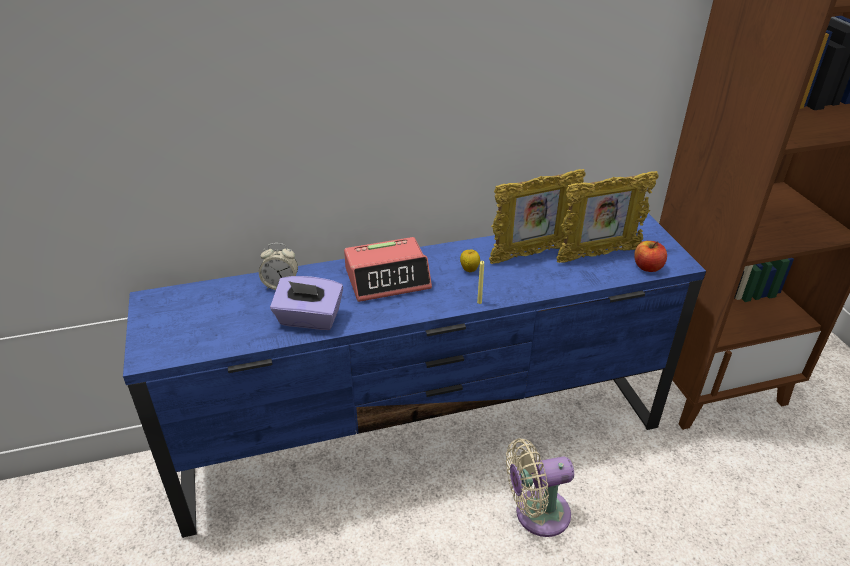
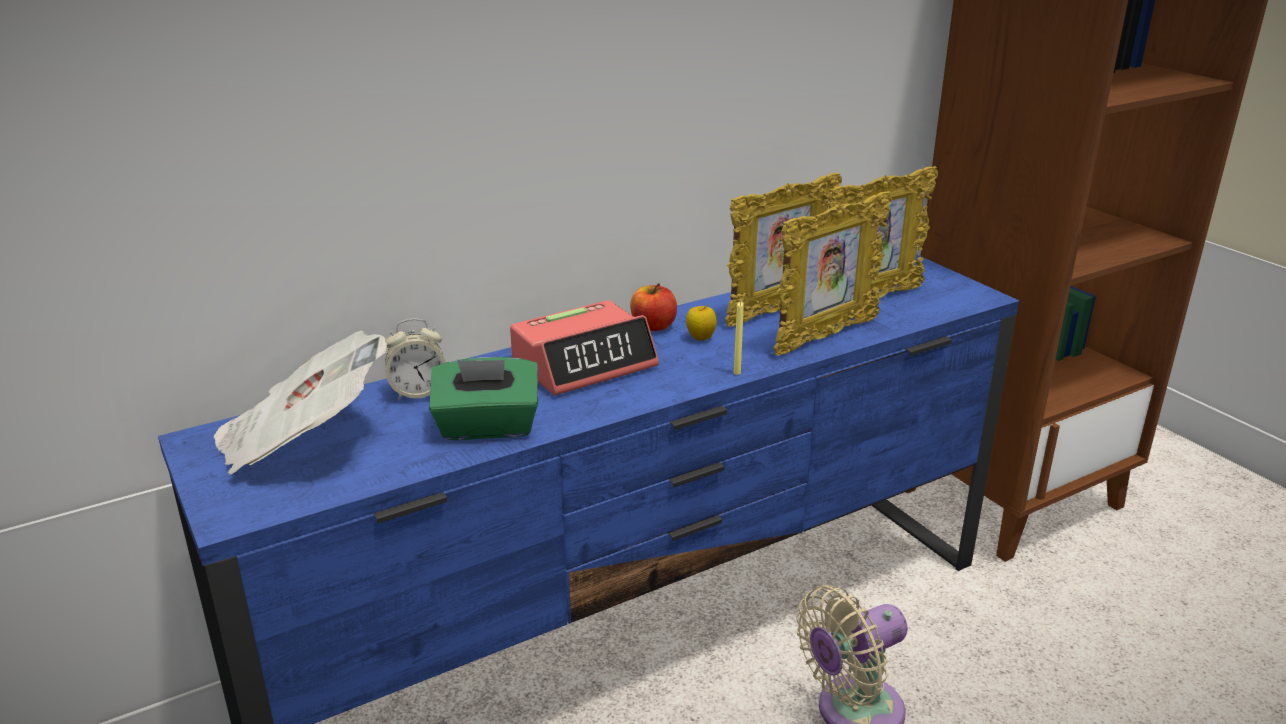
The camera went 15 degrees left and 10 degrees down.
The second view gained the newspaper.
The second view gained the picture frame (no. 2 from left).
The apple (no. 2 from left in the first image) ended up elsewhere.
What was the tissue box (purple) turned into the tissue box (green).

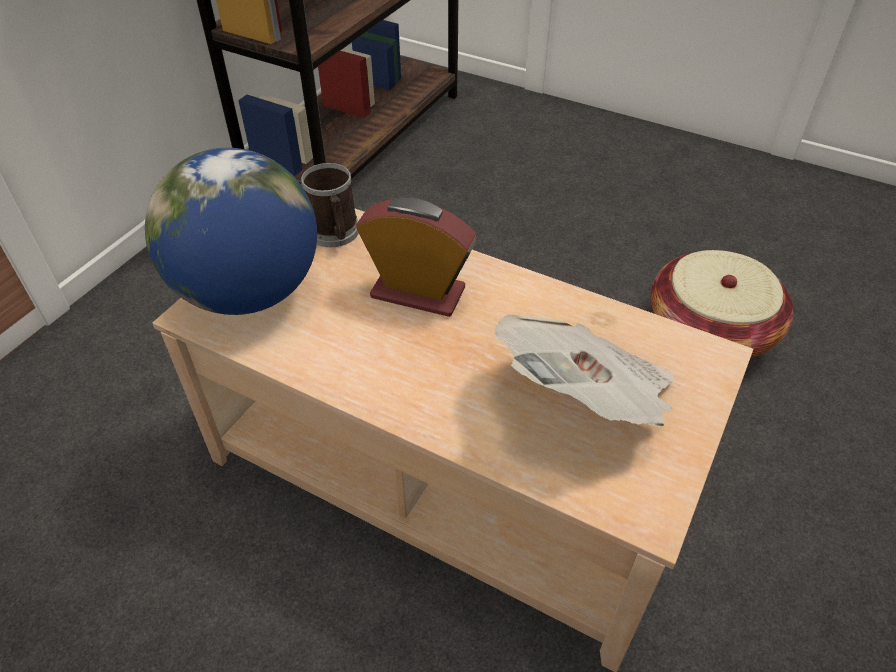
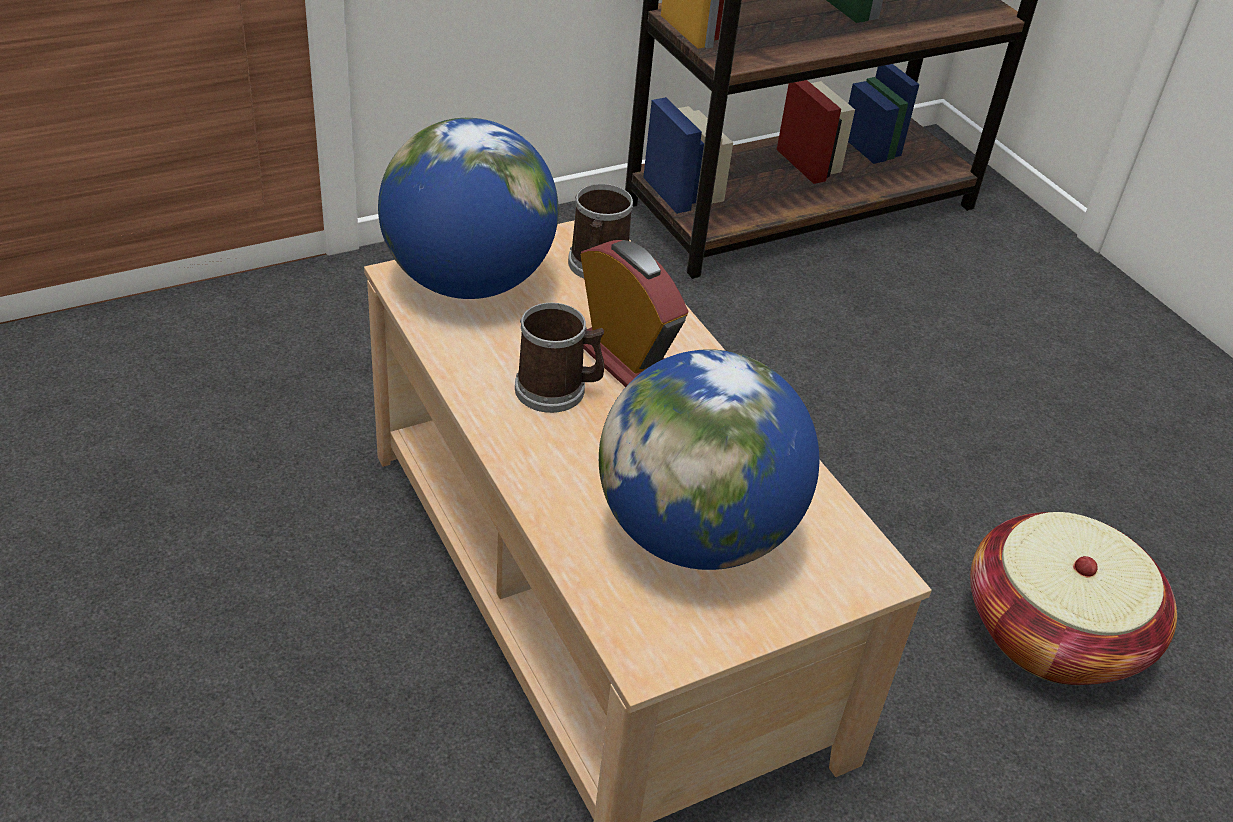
The camera went 30 degrees right and 5 degrees down.
The second view gained the mug (no. 1 from left).
Where the newspaper stood, the globe (no. 2 from left) came to stand.

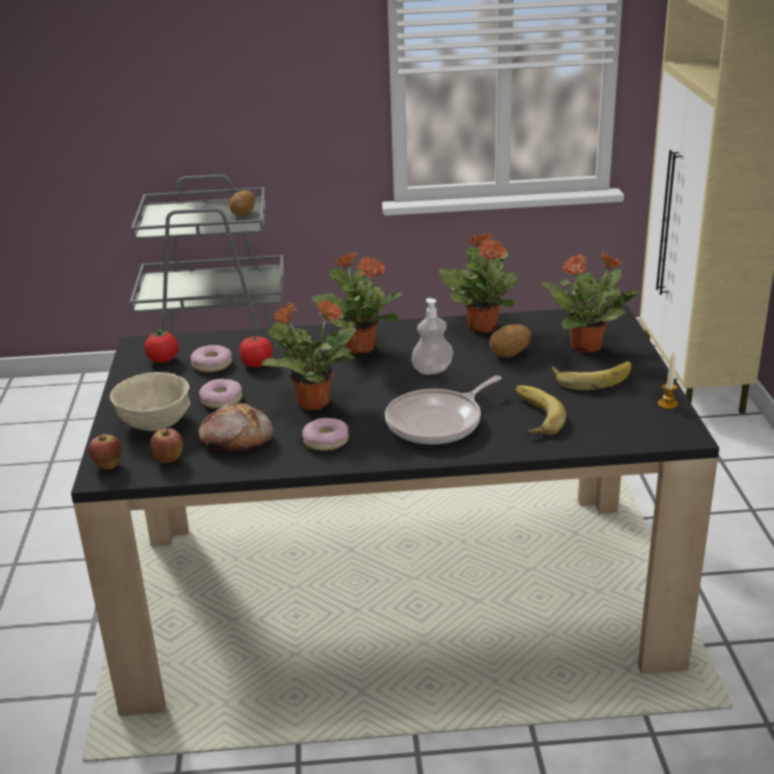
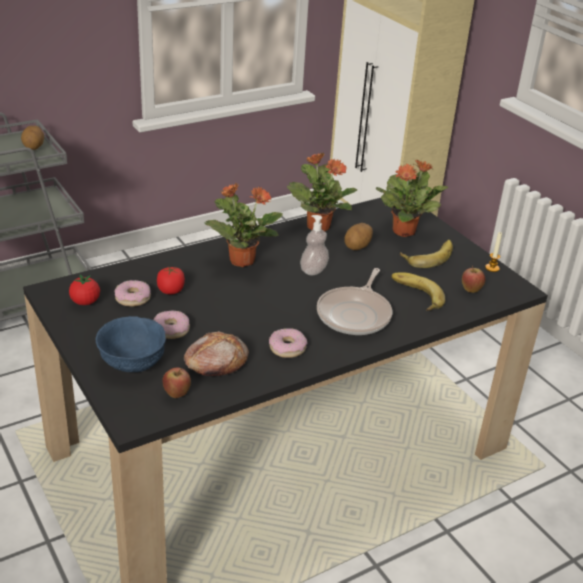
The camera went 30 degrees left and 5 degrees up.
The second view lost the potted plant (no. 1 from left).
The apple (no. 1 from left in the first image) ended up elsewhere.
What was the bowl (beige) turned into the bowl (blue).

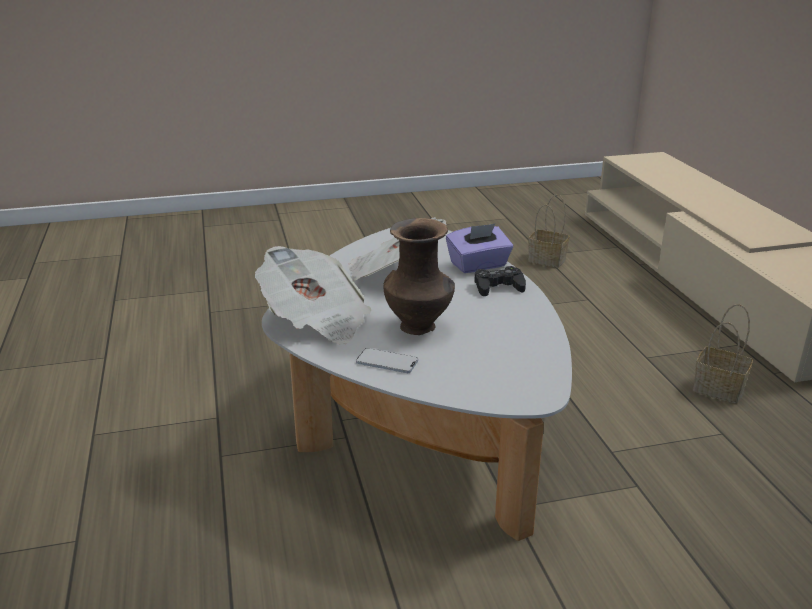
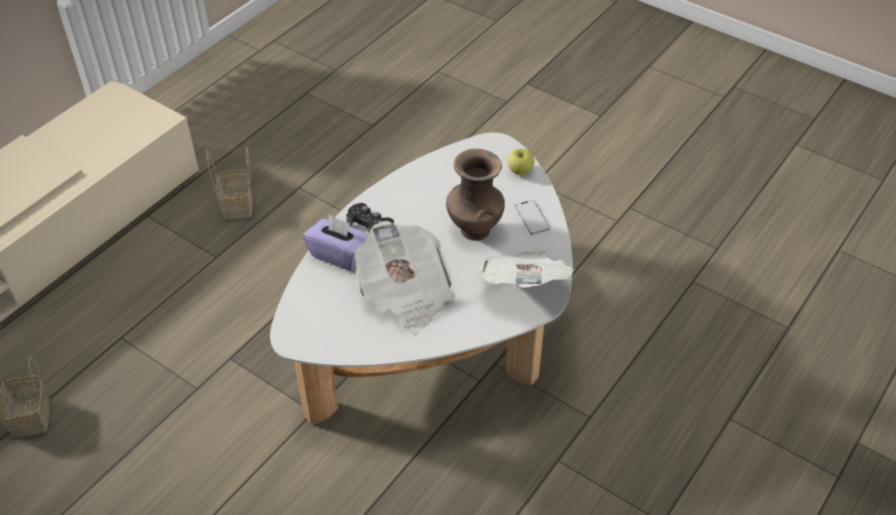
The camera went 130 degrees left and 20 degrees up.
The second view gained the apple.

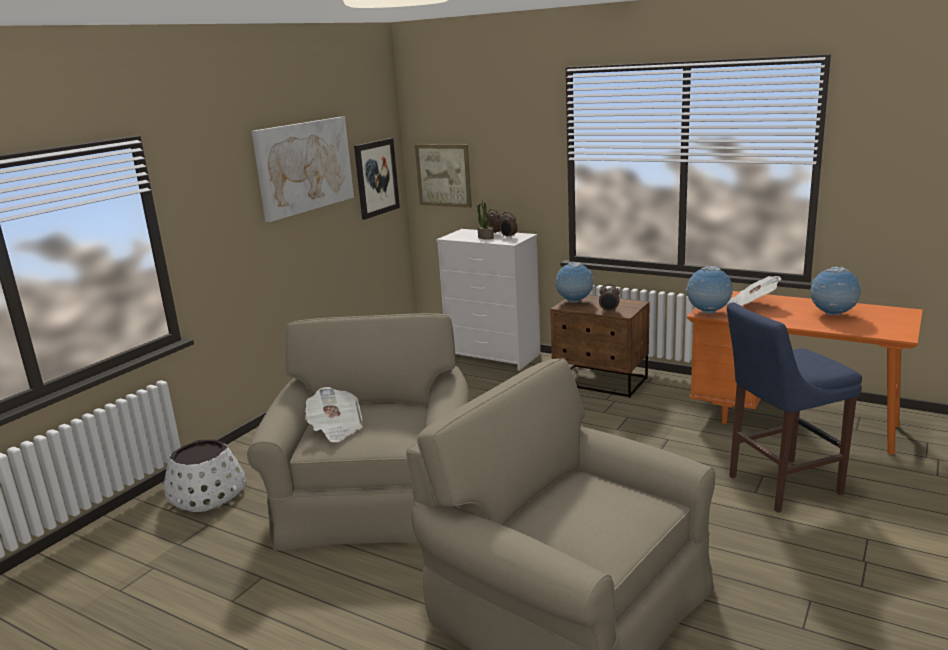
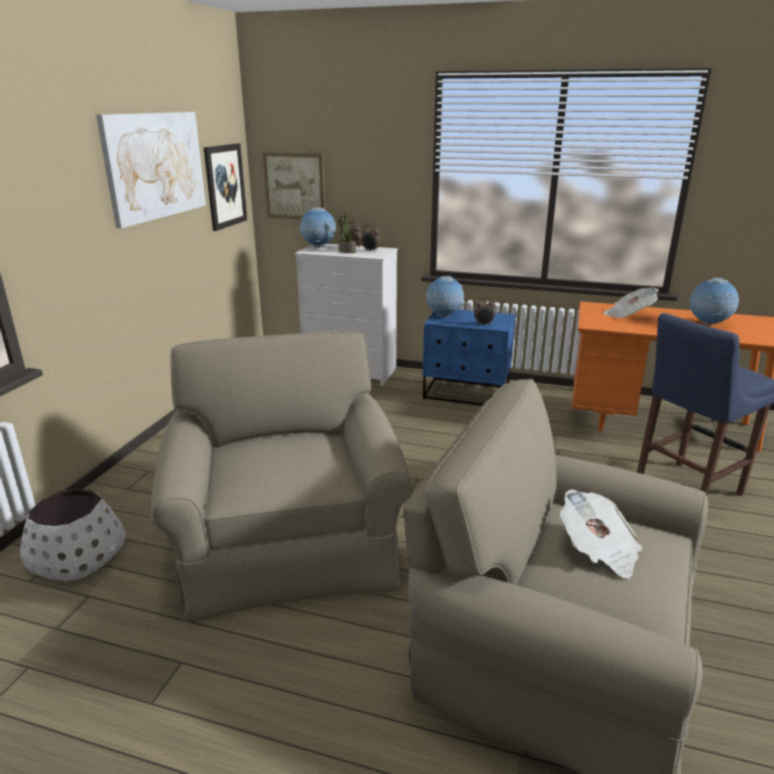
The camera went 15 degrees left and 5 degrees up.
The newspaper (no. 1 from left) ended up elsewhere.
The globe (no. 2 from left in the first image) ended up elsewhere.
What was the nightstand (brown) turned into the nightstand (blue).

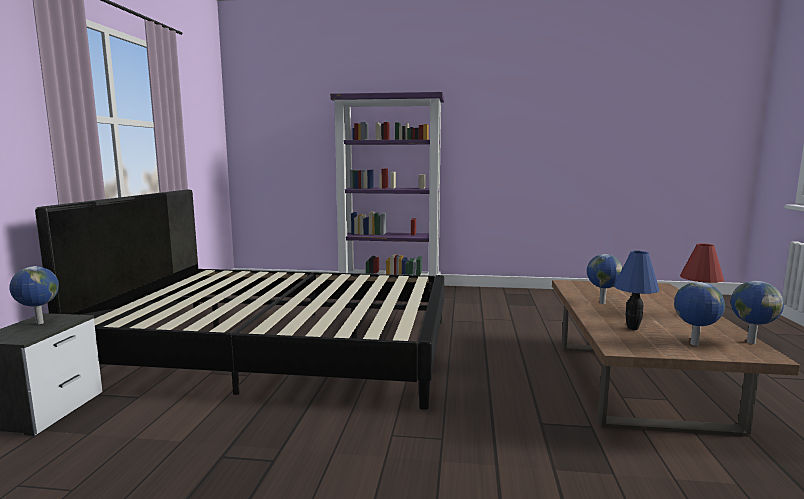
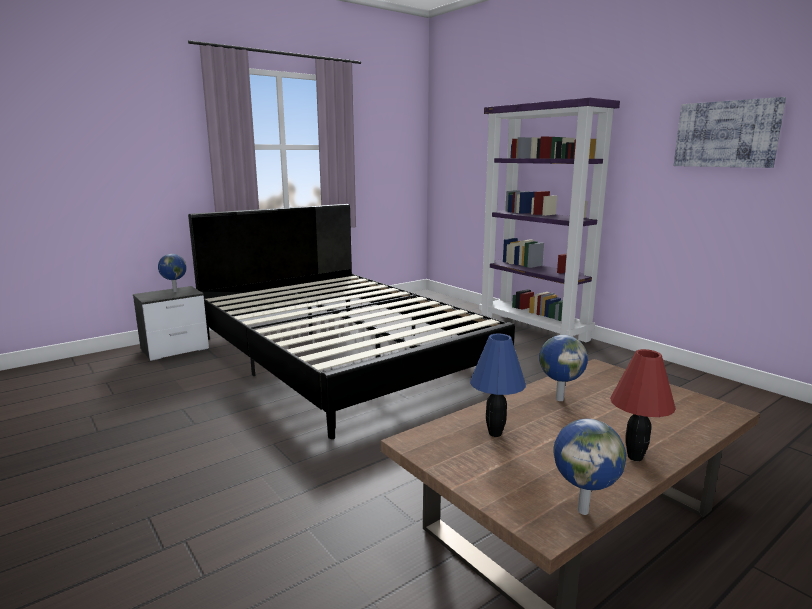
The camera went 45 degrees right and 5 degrees up.
The second view lost the globe (no. 3 from left).
The second view gained the picture.

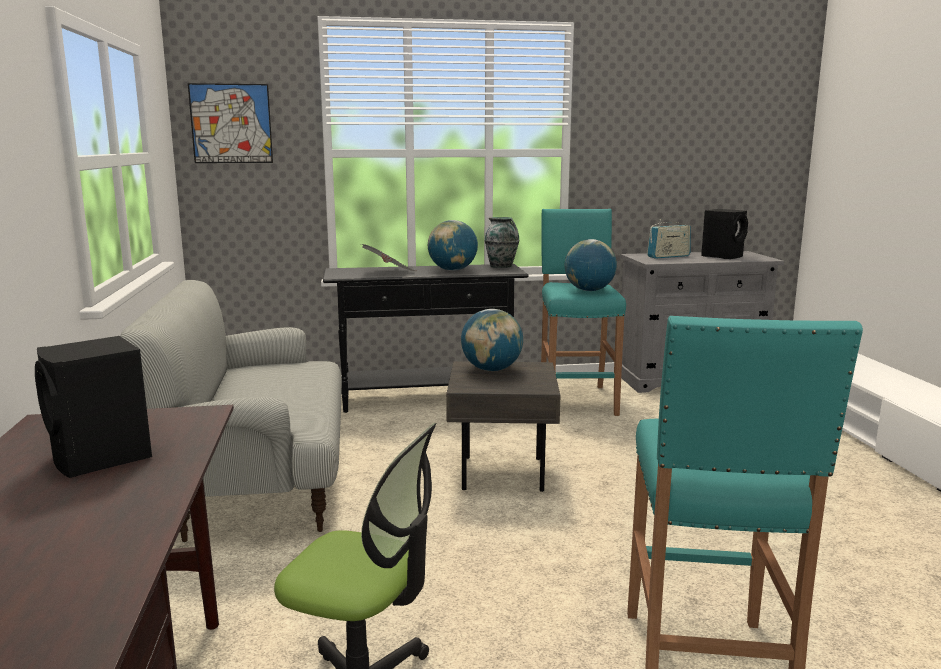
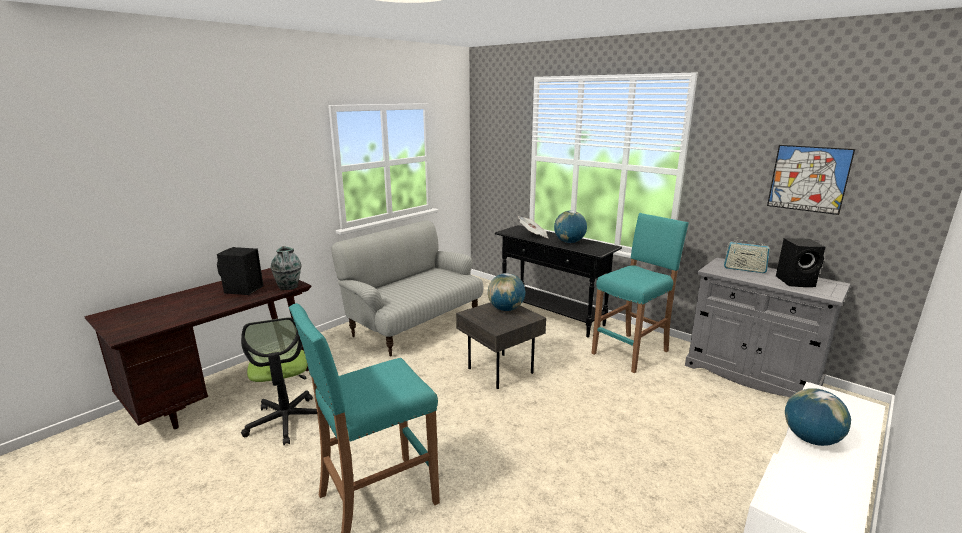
The camera went 50 degrees right and 5 degrees up.
The picture ended up elsewhere.
The vase ended up elsewhere.
The globe (no. 3 from left) ended up elsewhere.

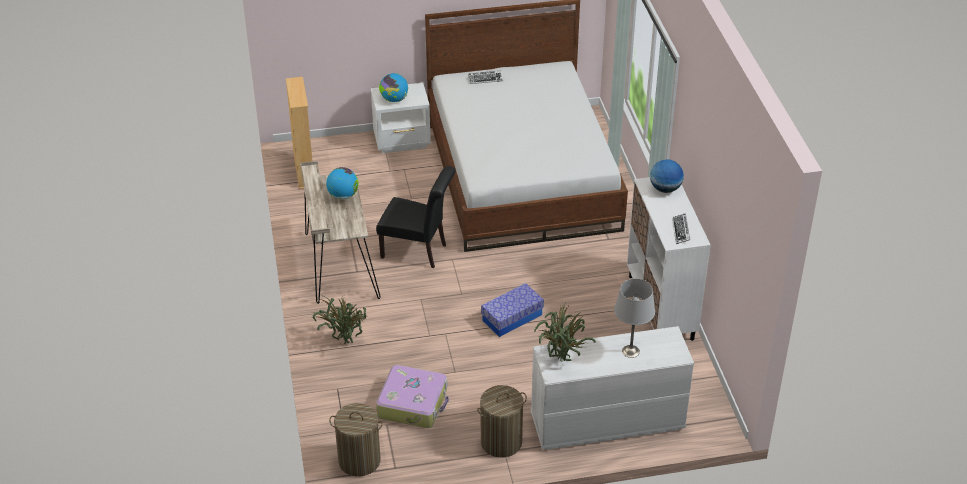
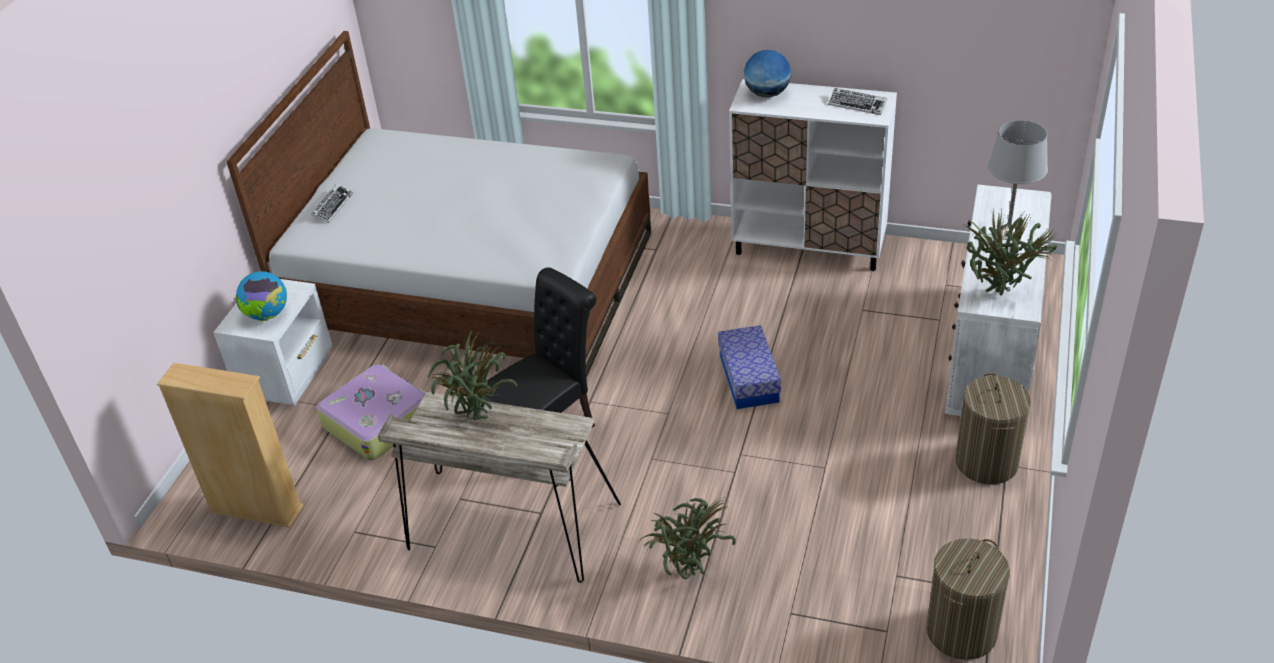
The camera went 60 degrees left and 0 degrees up.
The suitcase ended up elsewhere.
Where the globe (no. 1 from left) stood, the potted plant (no. 1 from left) came to stand.

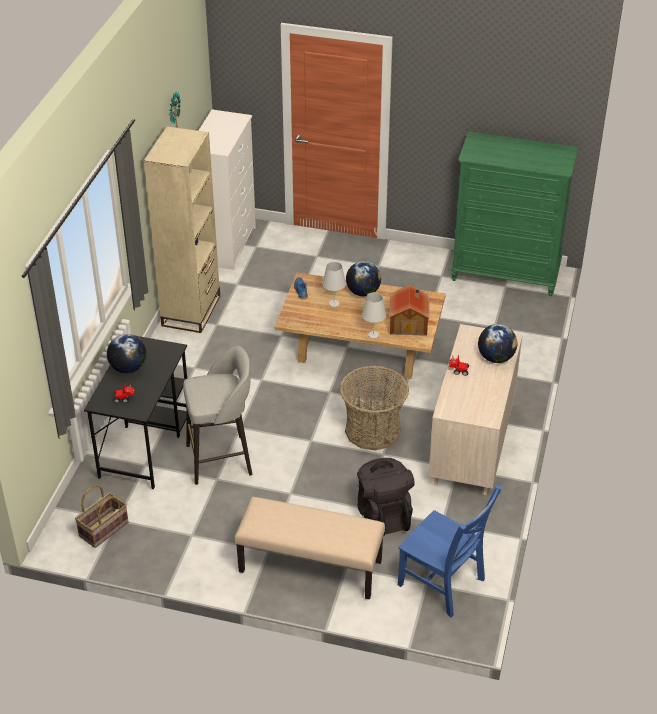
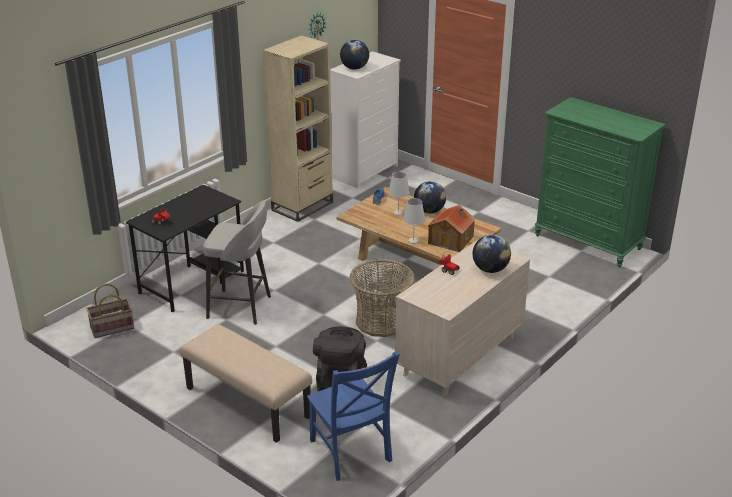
The camera went 25 degrees right and 10 degrees down.
The globe (no. 1 from left) ended up elsewhere.

